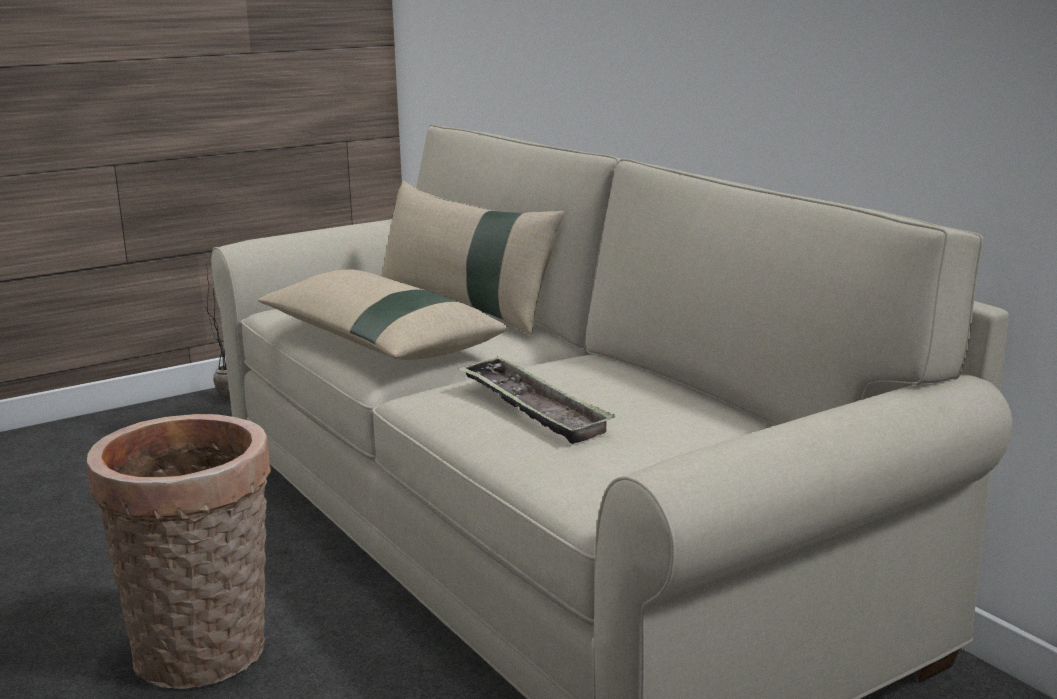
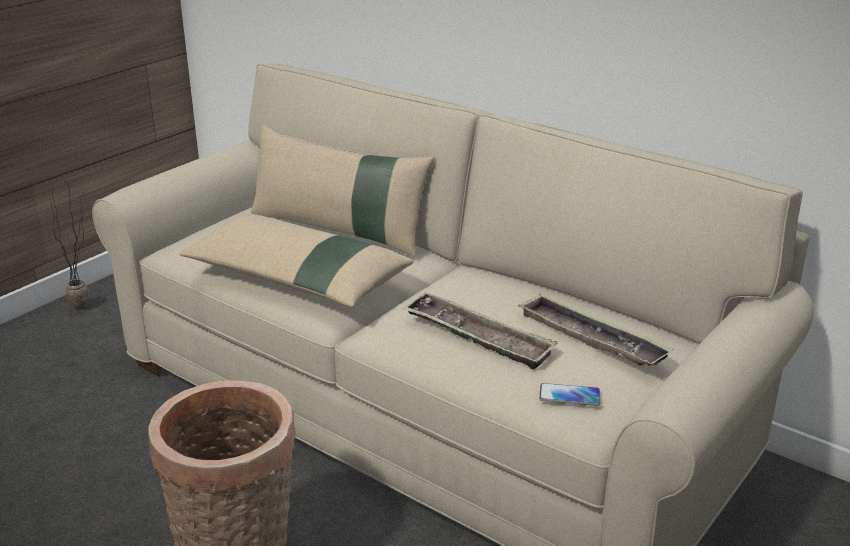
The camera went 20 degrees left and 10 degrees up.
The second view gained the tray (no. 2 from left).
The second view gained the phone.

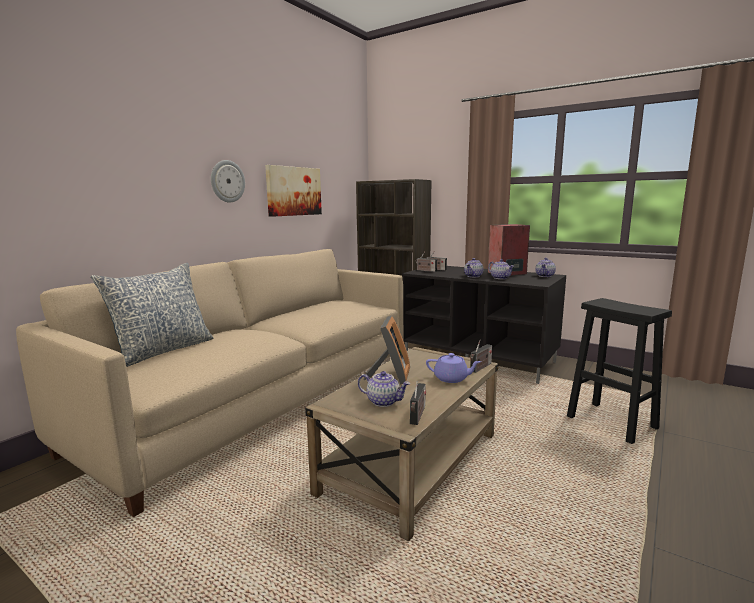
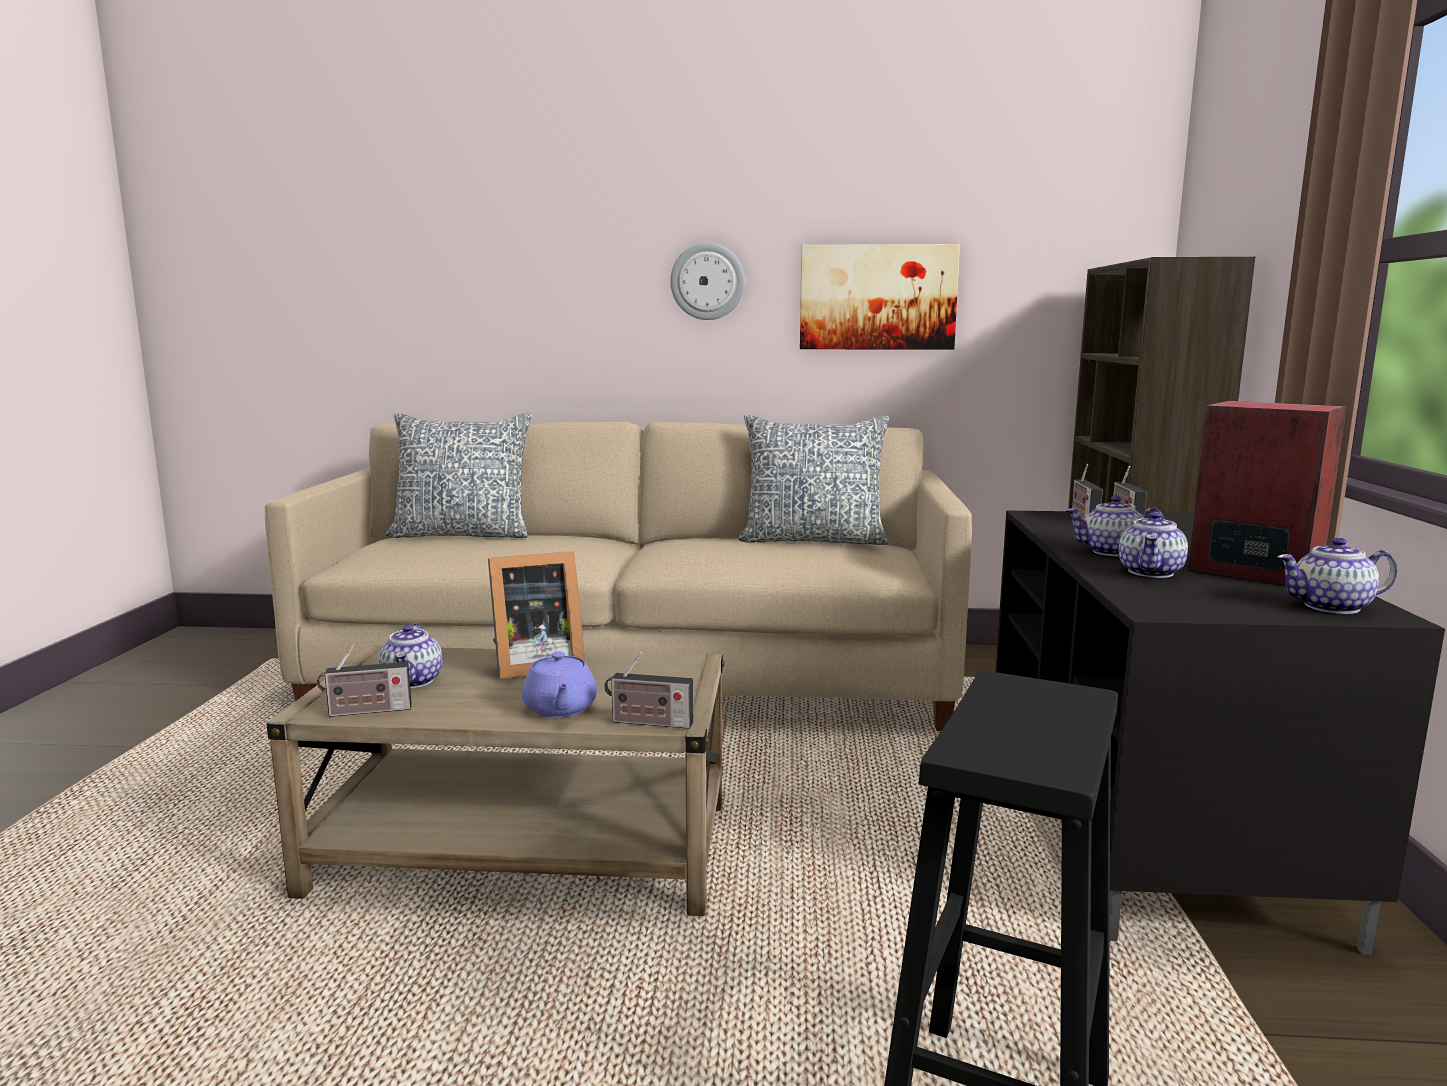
The camera went 60 degrees right and 0 degrees up.
The second view gained the pillow (no. 2 from left).

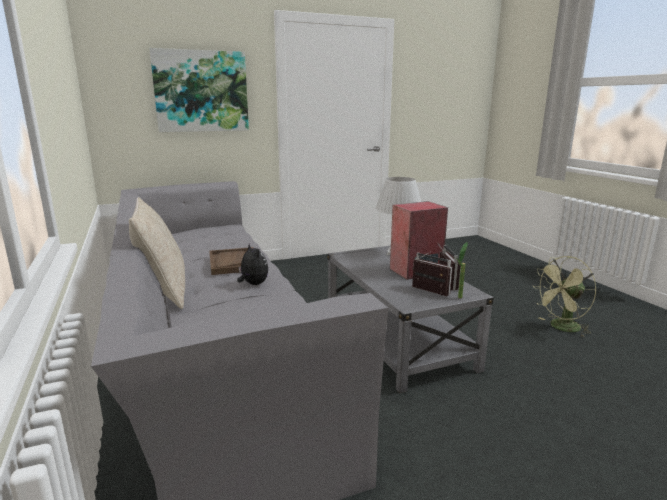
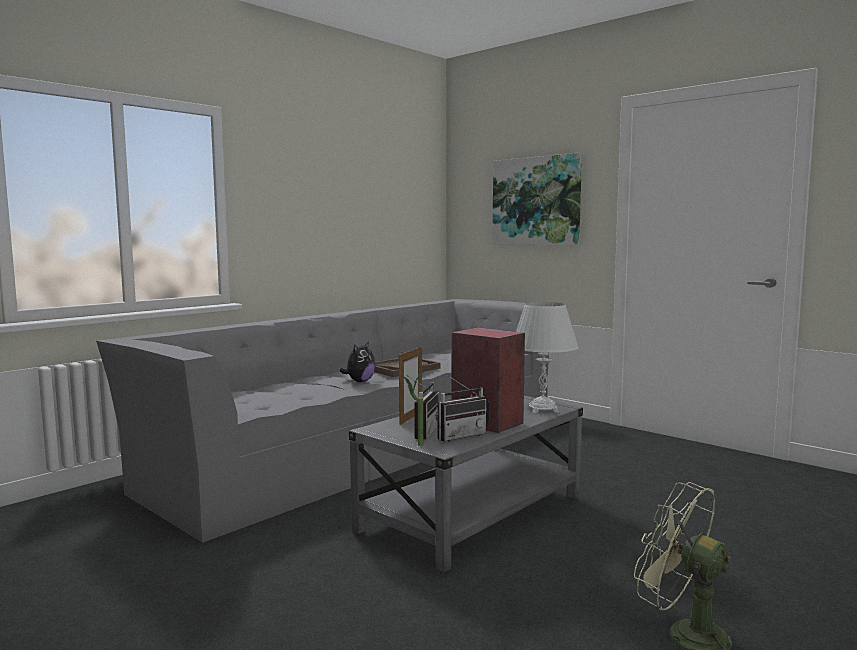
The camera went 65 degrees right and 10 degrees down.
The second view lost the pillow (beige).
The second view gained the picture frame.

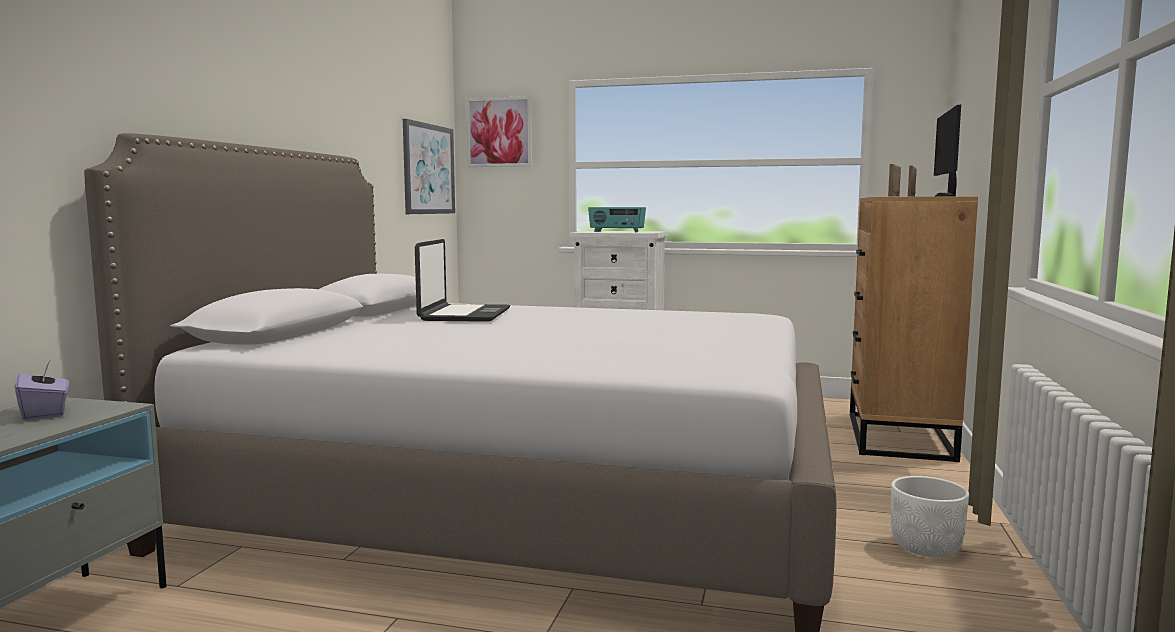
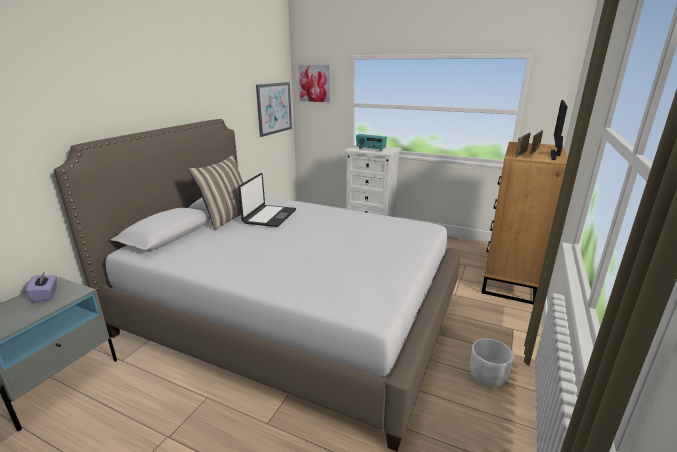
The camera went 10 degrees right and 15 degrees up.
The second view gained the pillow.

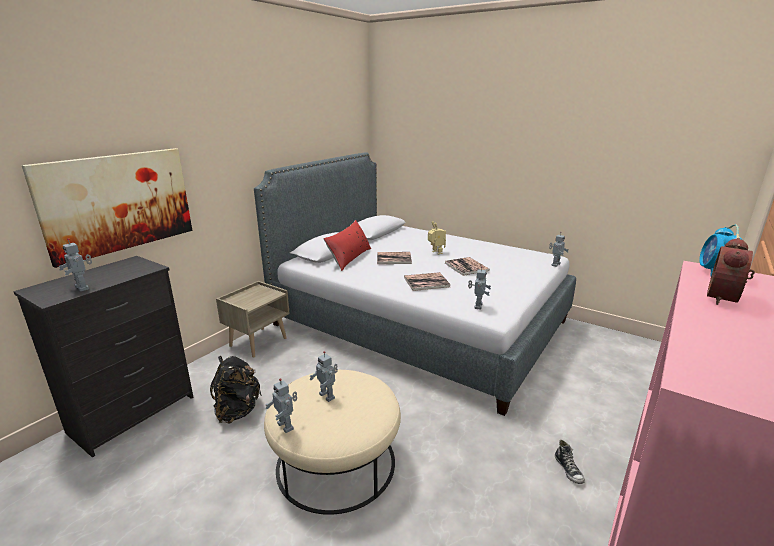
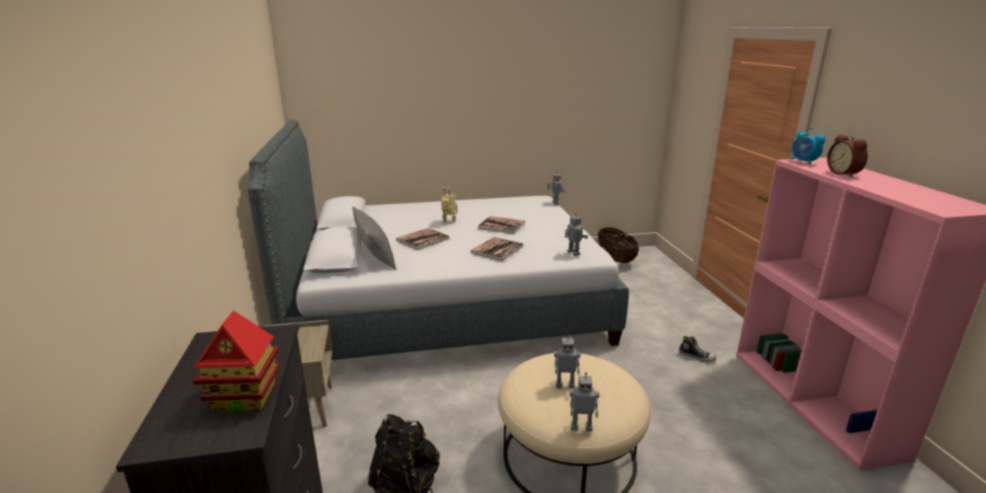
The camera went 45 degrees left and 0 degrees up.
The second view lost the picture.
The second view gained the basket.
Where the toy robot (no. 1 from left) stood, the toy house came to stand.
What was the pillow (red) turned into the pillow (grey).

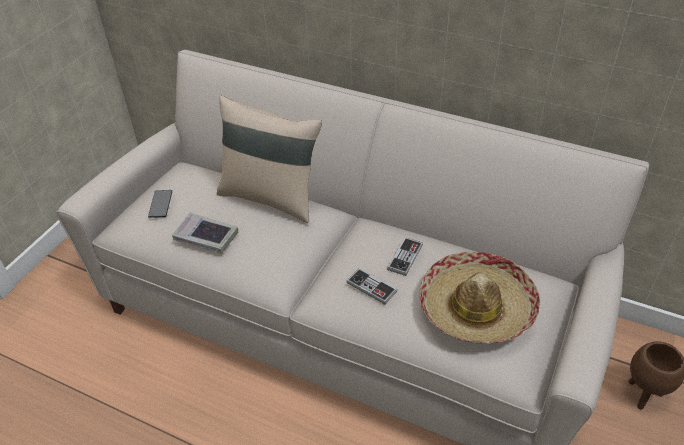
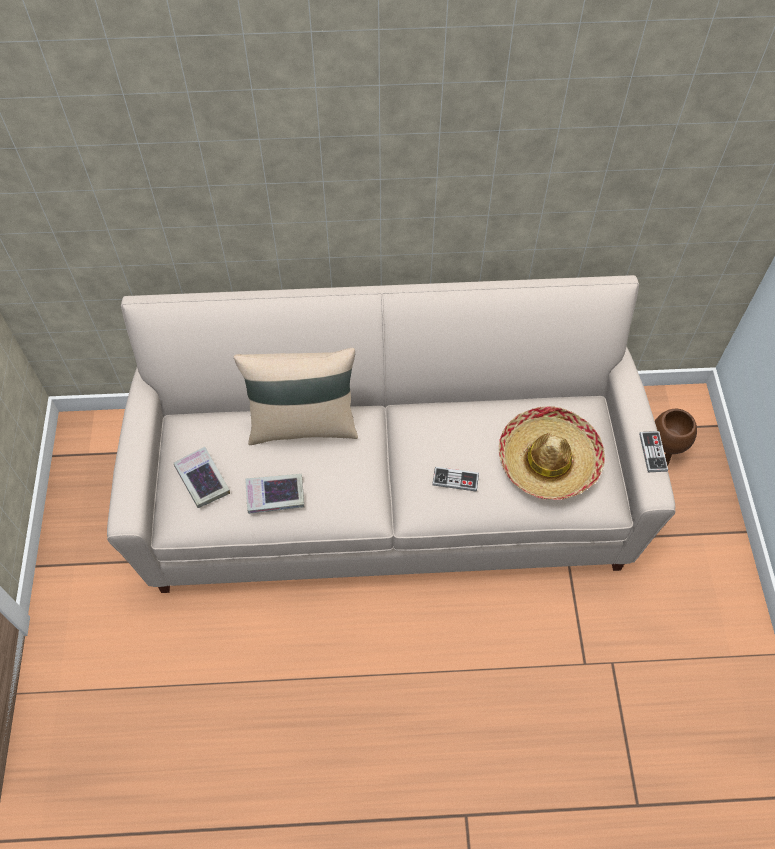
The camera went 30 degrees left and 15 degrees up.
The game controller (no. 2 from left) ended up elsewhere.
Where the phone stood, the book (no. 1 from left) came to stand.

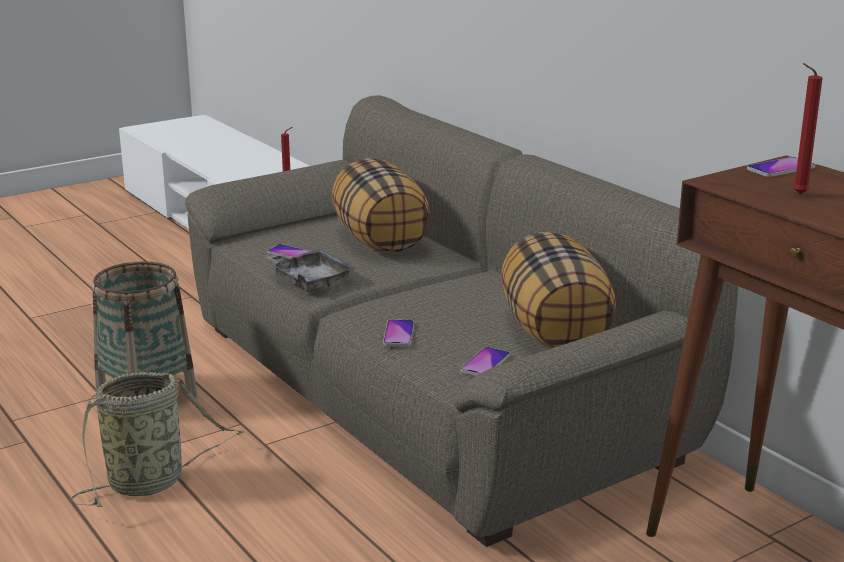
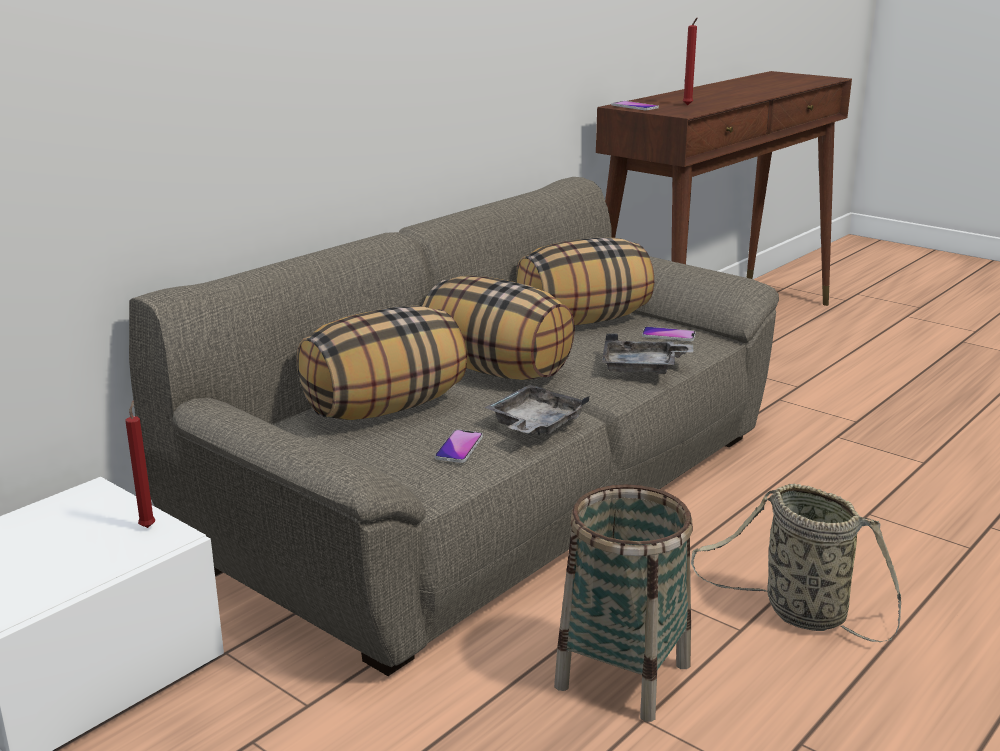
The camera went 105 degrees left and 0 degrees up.
The second view gained the pillow (no. 2 from left).
Where the phone (no. 2 from left) stood, the tray (grey) (no. 2 from left) came to stand.

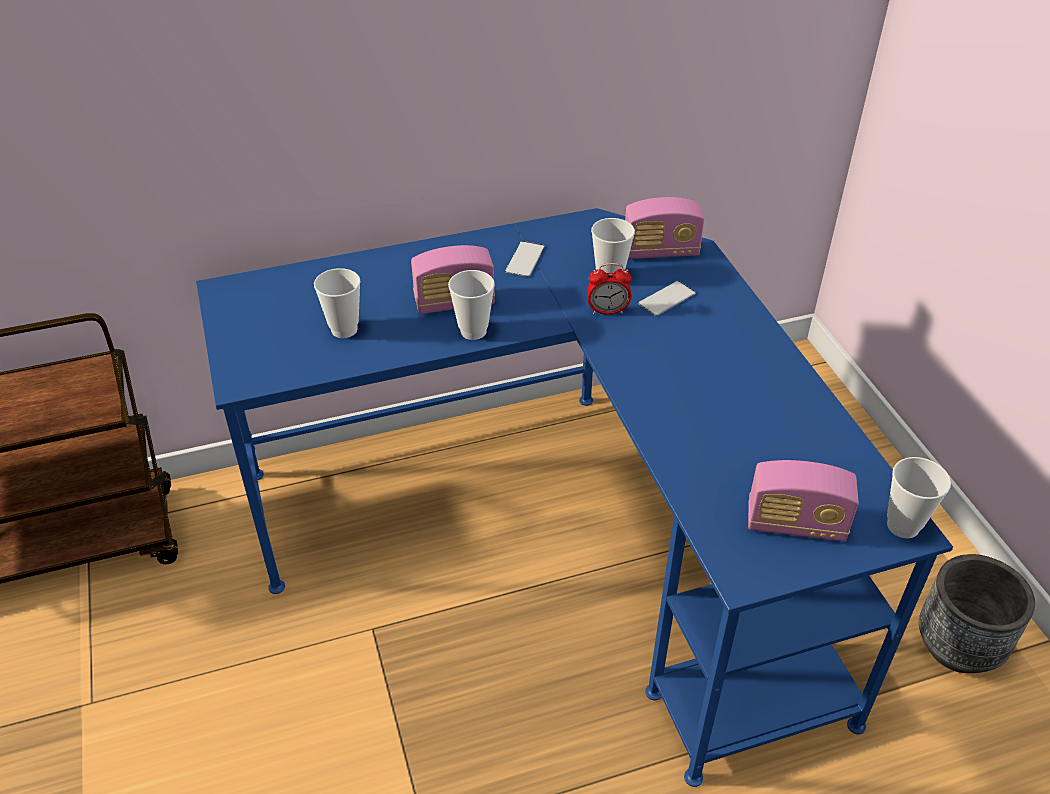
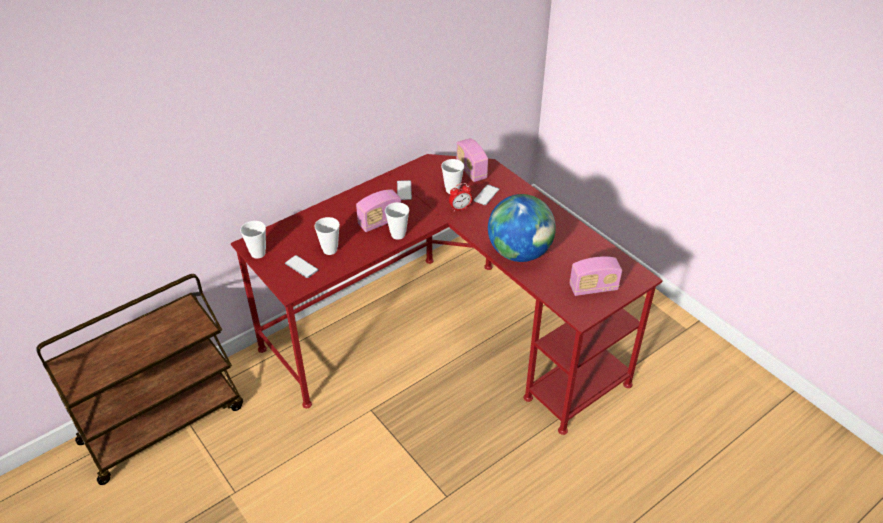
The camera went 20 degrees left and 0 degrees up.
The second view lost the planter (grey).
The second view gained the phone (no. 1 from left).
The second view gained the globe.
The cup (no. 4 from left in the first image) ended up elsewhere.
What was the desk (blue) turned into the desk (red).
The radio (no. 2 from left) ended up facing another way, 90 degrees clockwise from before.

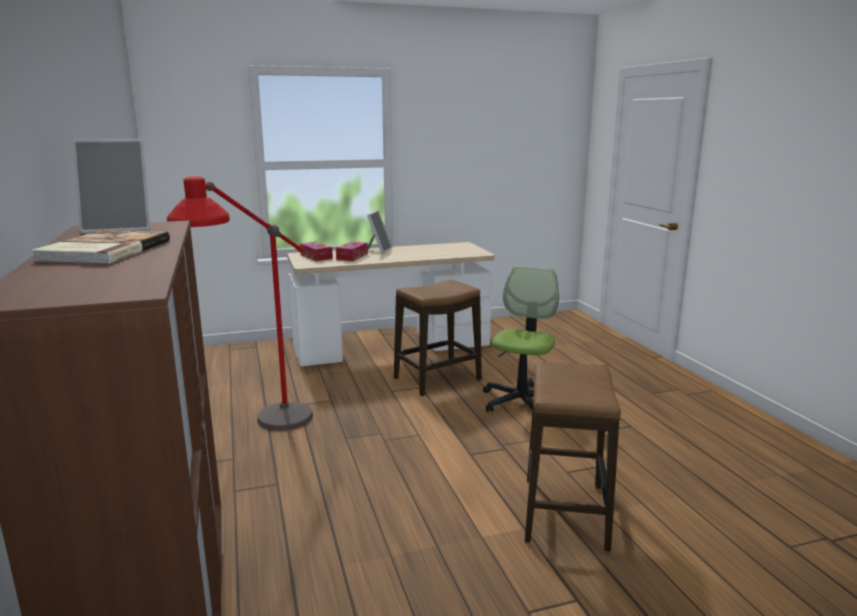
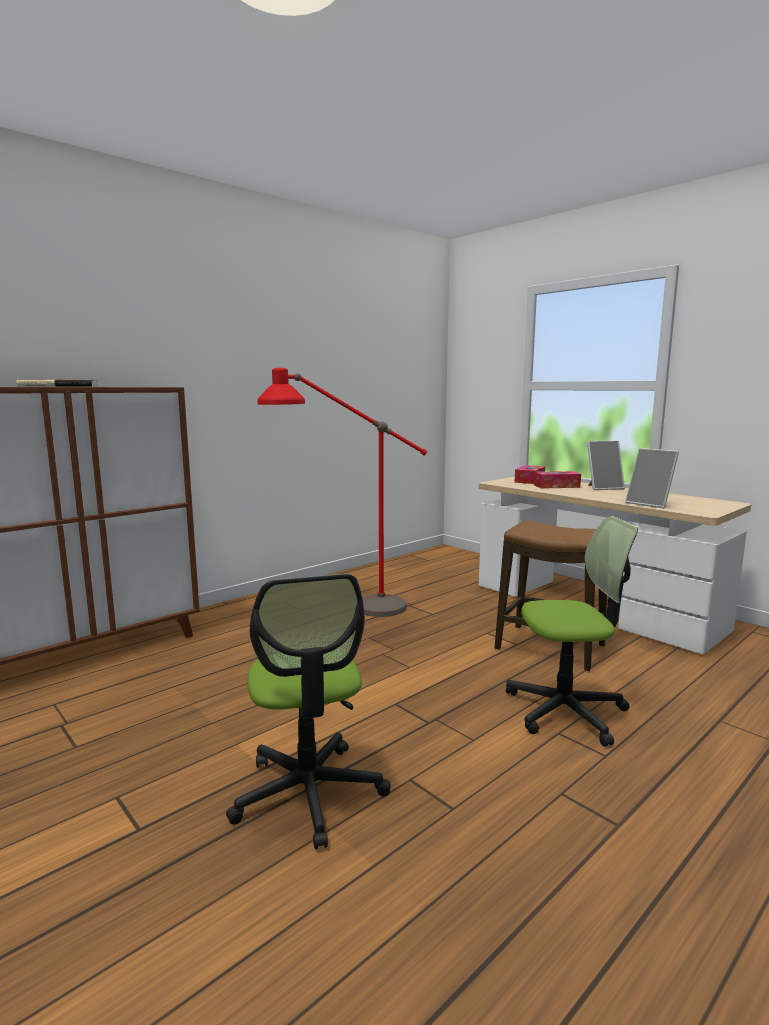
The camera went 65 degrees right and 5 degrees down.
The picture frame (no. 1 from left in the first image) ended up elsewhere.
Where the stool (no. 2 from left) stood, the office chair (no. 1 from left) came to stand.

